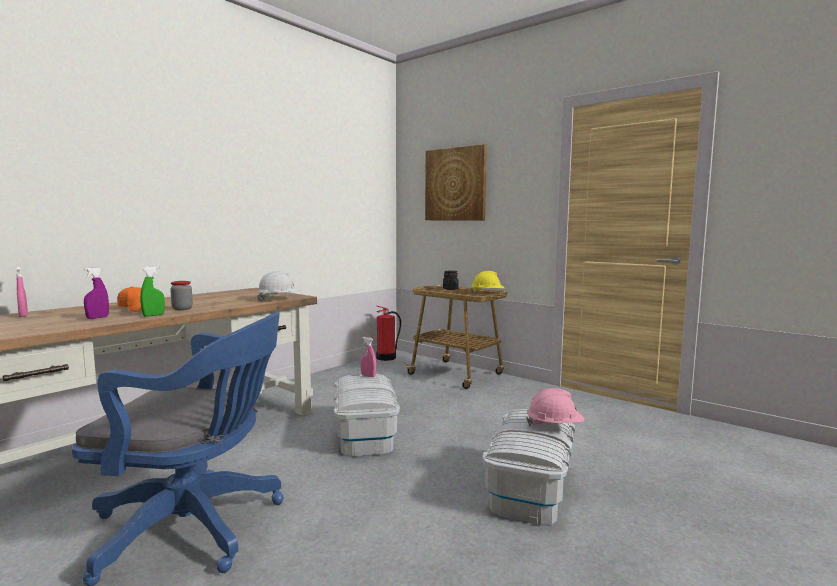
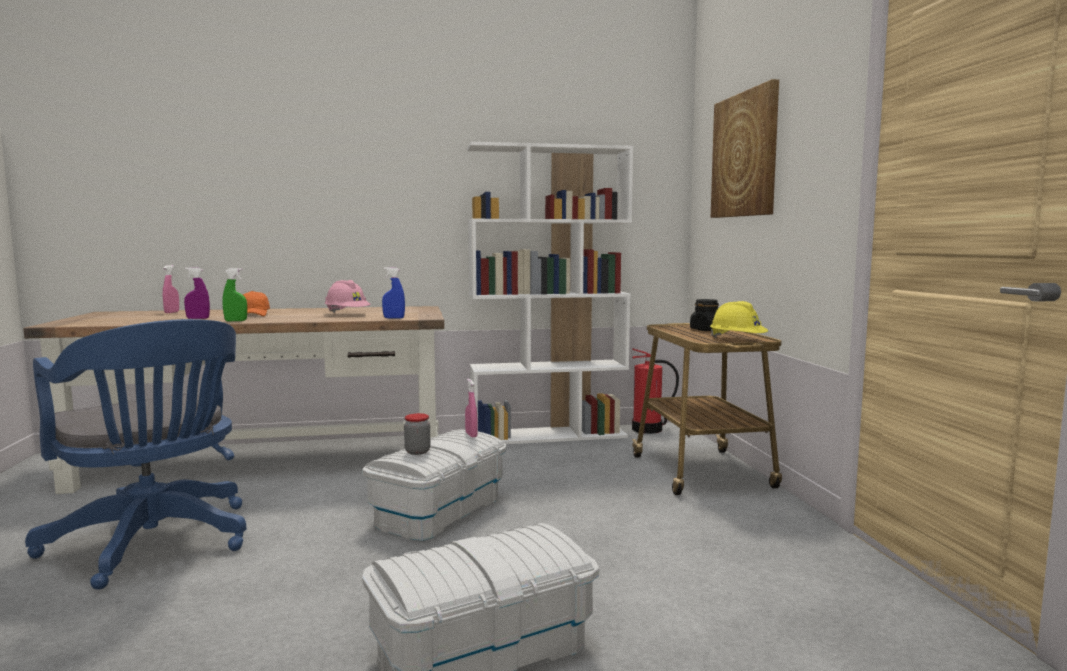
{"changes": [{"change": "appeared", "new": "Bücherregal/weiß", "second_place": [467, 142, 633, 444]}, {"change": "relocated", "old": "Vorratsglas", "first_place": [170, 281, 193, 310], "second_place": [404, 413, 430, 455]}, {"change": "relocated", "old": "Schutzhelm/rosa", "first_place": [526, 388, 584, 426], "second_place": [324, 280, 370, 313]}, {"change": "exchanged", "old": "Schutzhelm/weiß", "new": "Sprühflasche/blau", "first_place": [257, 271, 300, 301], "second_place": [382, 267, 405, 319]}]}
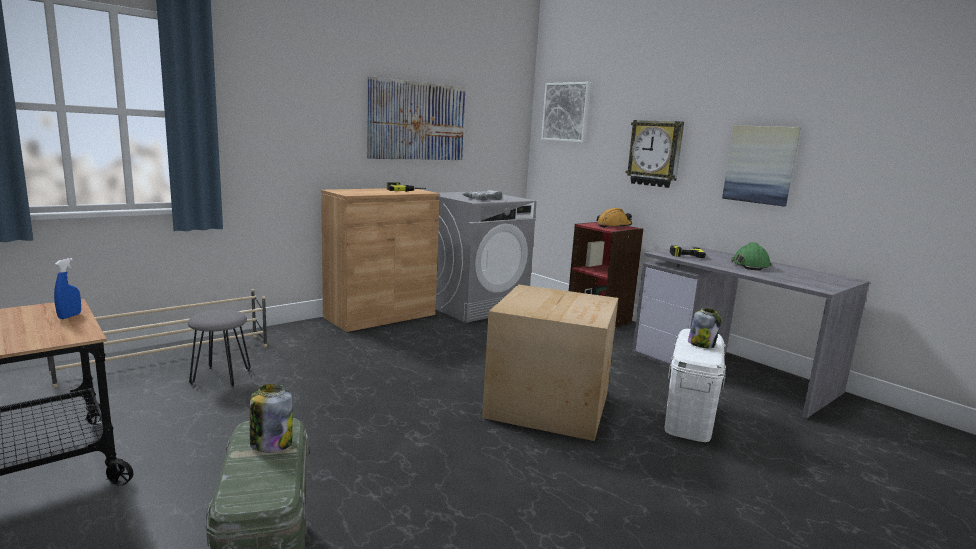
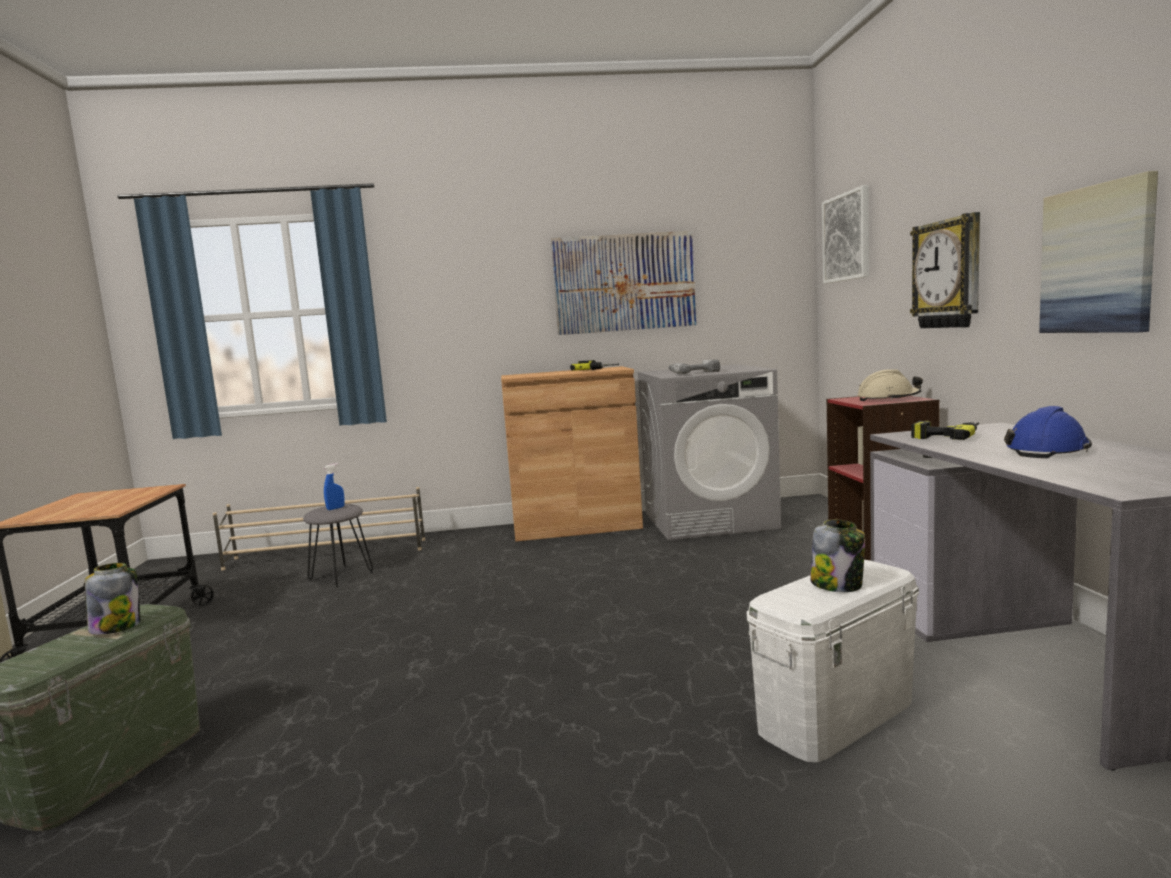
{"changes": [{"change": "missing", "old": "Karton", "first_place": [482, 284, 618, 441]}, {"change": "relocated", "old": "Sprühflasche/blau", "first_place": [54, 258, 81, 319], "second_place": [324, 463, 345, 510]}, {"change": "colour", "old": "Schutzhelm/orange", "new": "Schutzhelm/beige", "first_place": [596, 208, 632, 228], "second_place": [857, 369, 923, 401]}, {"change": "colour", "old": "Schutzhelm/grün", "new": "Schutzhelm/blau", "first_place": [731, 242, 772, 271], "second_place": [1004, 406, 1092, 458]}]}
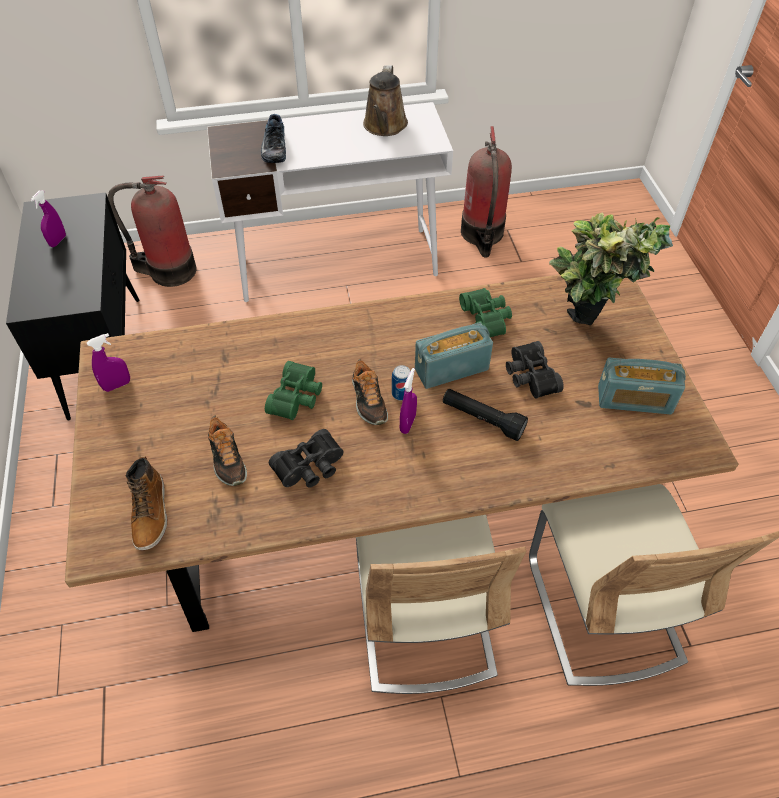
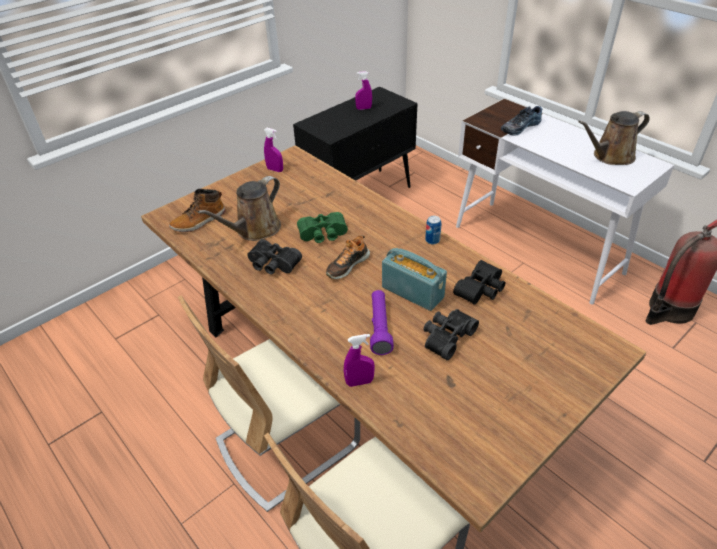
{"changes": [{"change": "missing", "old": "Feuerlöscher", "first_place": [108, 175, 197, 287]}, {"change": "missing", "old": "Topfpflanze", "first_place": [549, 213, 673, 325]}, {"change": "missing", "old": "Radio", "first_place": [598, 358, 686, 414]}, {"change": "relocated", "old": "Dose", "first_place": [392, 365, 410, 401], "second_place": [425, 216, 441, 244]}, {"change": "relocated", "old": "Sprühflasche/lila", "first_place": [400, 368, 417, 434], "second_place": [344, 334, 375, 387]}, {"change": "exchanged", "old": "Schuh", "new": "Gießkanne/braun", "first_place": [208, 416, 247, 486], "second_place": [198, 176, 281, 241]}, {"change": "colour", "old": "Taschenlampe/schwarz", "new": "Taschenlampe/lila", "first_place": [443, 389, 528, 441], "second_place": [370, 290, 394, 355]}, {"change": "colour", "old": "Fernglas/grün", "new": "Fernglas/schwarz", "first_place": [459, 288, 512, 337], "second_place": [453, 260, 505, 305]}]}
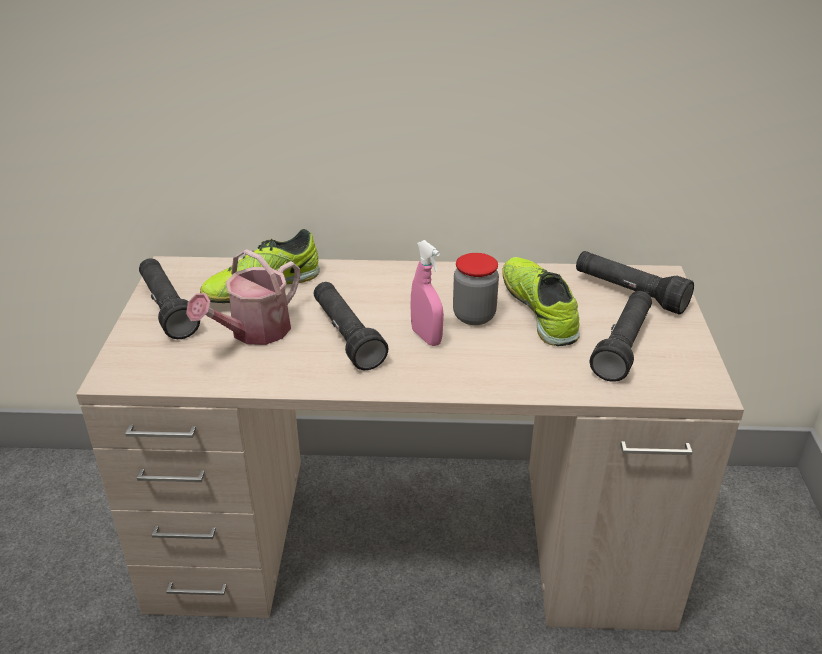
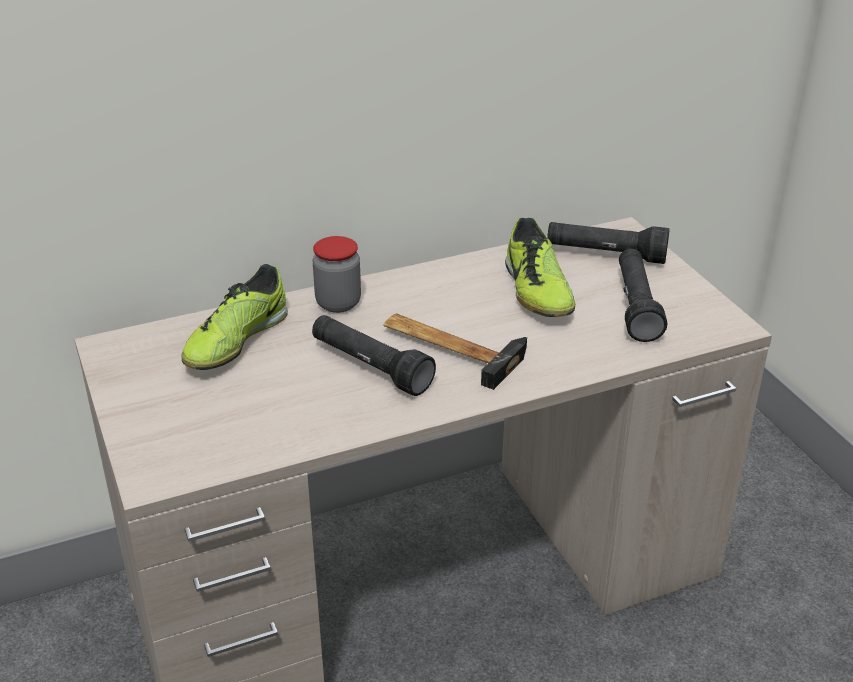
{"changes": [{"change": "missing", "old": "Taschenlampe/schwarz", "first_place": [139, 258, 200, 339]}, {"change": "missing", "old": "Gießkanne", "first_place": [186, 249, 300, 345]}, {"change": "relocated", "old": "Vorratsglas", "first_place": [453, 253, 499, 325], "second_place": [313, 236, 361, 313]}, {"change": "exchanged", "old": "Sprühflasche/rosa", "new": "Hammer", "first_place": [411, 240, 444, 346], "second_place": [383, 313, 527, 390]}, {"change": "spun", "old": "Schuh", "first_place": [502, 257, 580, 346], "second_place": [505, 217, 575, 317], "degrees": -150}]}
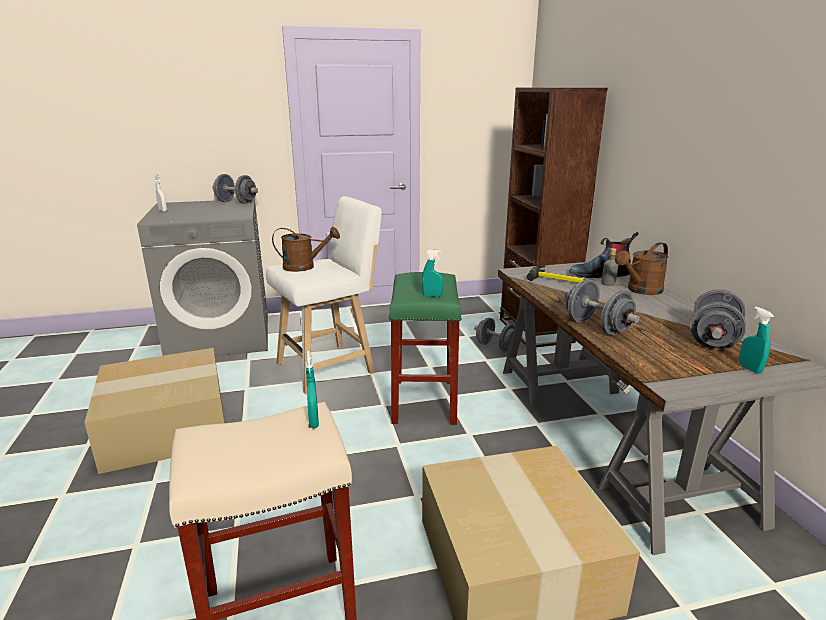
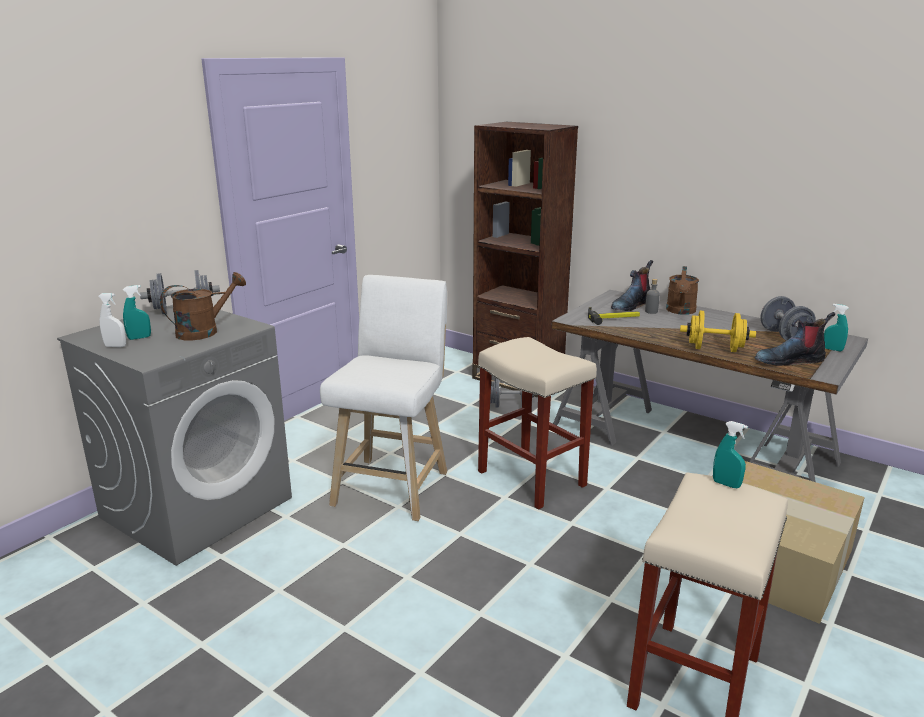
{"changes": [{"change": "missing", "old": "Karton", "first_place": [84, 348, 225, 474]}, {"change": "appeared", "new": "Stiefel", "second_place": [755, 312, 835, 366]}, {"change": "relocated", "old": "Gießkanne/braun", "first_place": [272, 227, 340, 272], "second_place": [160, 272, 246, 340]}, {"change": "relocated", "old": "Sprühflasche/türkis", "first_place": [422, 250, 443, 297], "second_place": [123, 285, 151, 340]}, {"change": "colour", "old": "Hocker/grün", "new": "Hocker/beige", "first_place": [389, 272, 462, 425], "second_place": [478, 337, 597, 509]}, {"change": "colour", "old": "Hantel/grau", "new": "Hantel/gelb", "first_place": [565, 279, 640, 335], "second_place": [680, 311, 756, 352]}]}
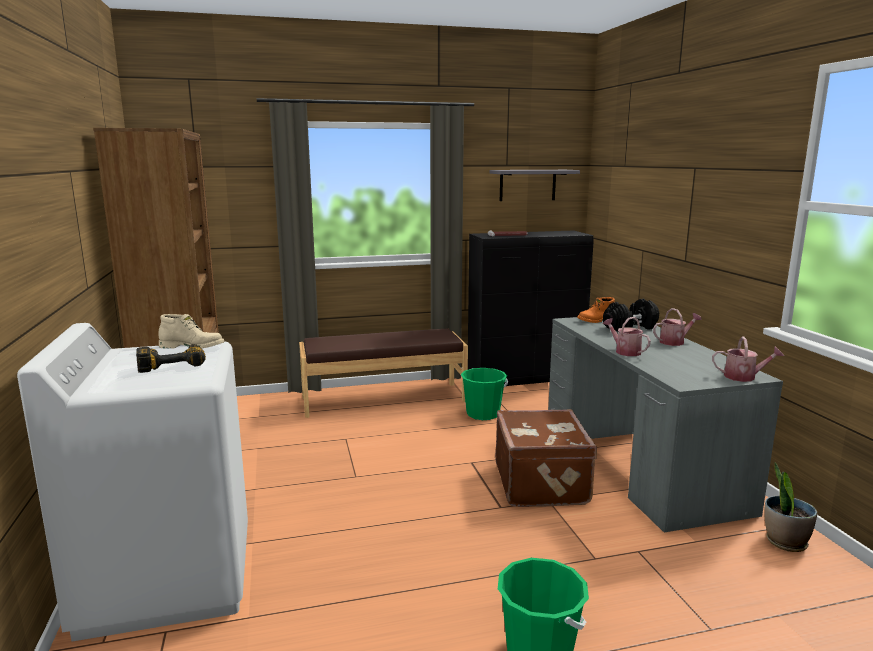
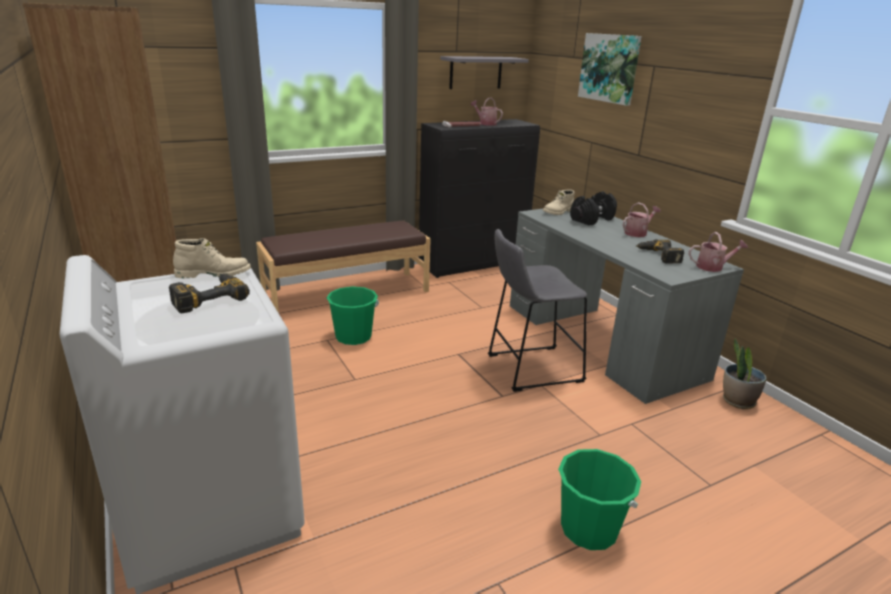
{"changes": [{"change": "appeared", "new": "Bild", "second_place": [578, 33, 642, 106]}, {"change": "appeared", "new": "Bohrmaschine", "second_place": [636, 239, 684, 264]}, {"change": "relocated", "old": "Eimer/grün", "first_place": [461, 368, 508, 420], "second_place": [327, 286, 379, 345]}, {"change": "relocated", "old": "Gießkanne", "first_place": [603, 317, 651, 356], "second_place": [470, 98, 503, 126]}, {"change": "exchanged", "old": "Koffer/braun", "new": "Hocker/grau", "first_place": [495, 409, 597, 507], "second_place": [488, 229, 587, 392]}, {"change": "colour", "old": "Stiefel/orange", "new": "Stiefel/beige", "first_place": [577, 297, 615, 323], "second_place": [543, 189, 575, 215]}]}
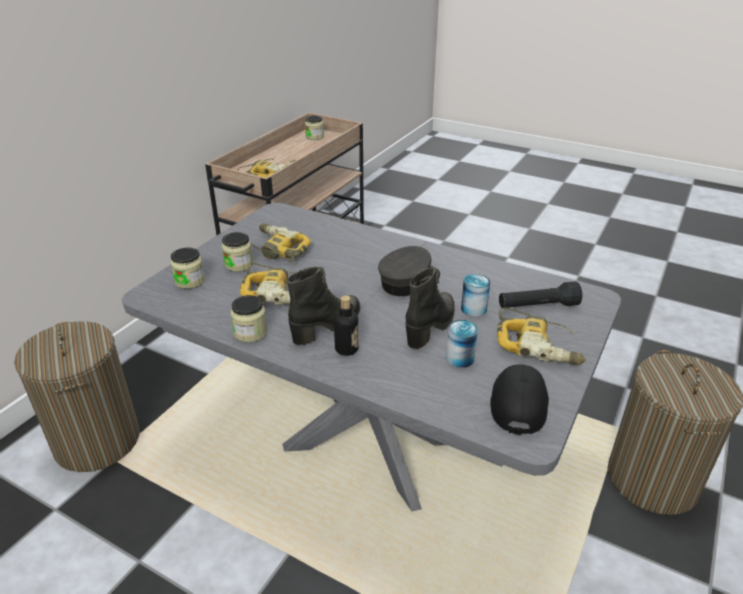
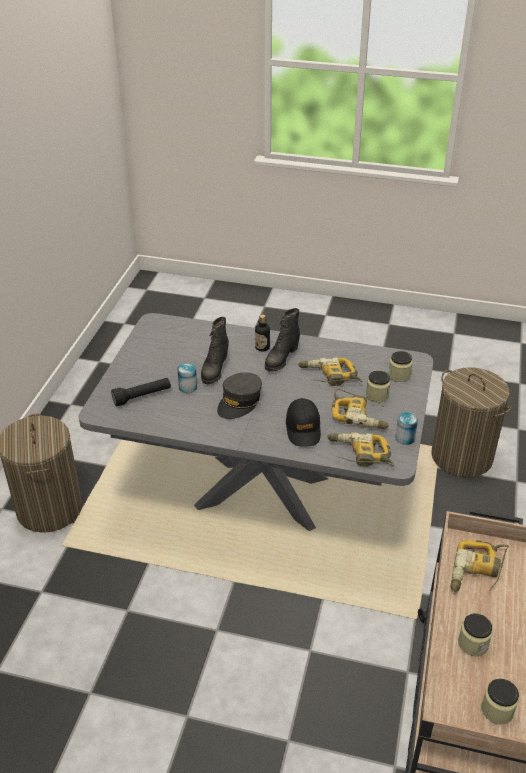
{"changes": [{"change": "relocated", "old": "Vorratsglas", "first_place": [231, 295, 268, 342], "second_place": [458, 613, 493, 656]}, {"change": "relocated", "old": "Dose", "first_place": [446, 320, 478, 368], "second_place": [395, 412, 418, 445]}, {"change": "relocated", "old": "Kappe/schwarz", "first_place": [490, 364, 549, 435], "second_place": [286, 398, 321, 447]}, {"change": "relocated", "old": "Bohrmaschine", "first_place": [497, 307, 586, 365], "second_place": [327, 432, 394, 467]}]}
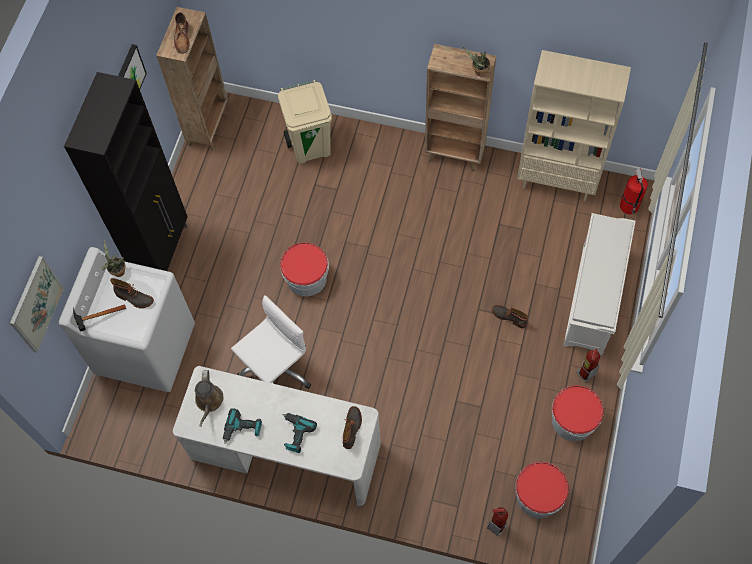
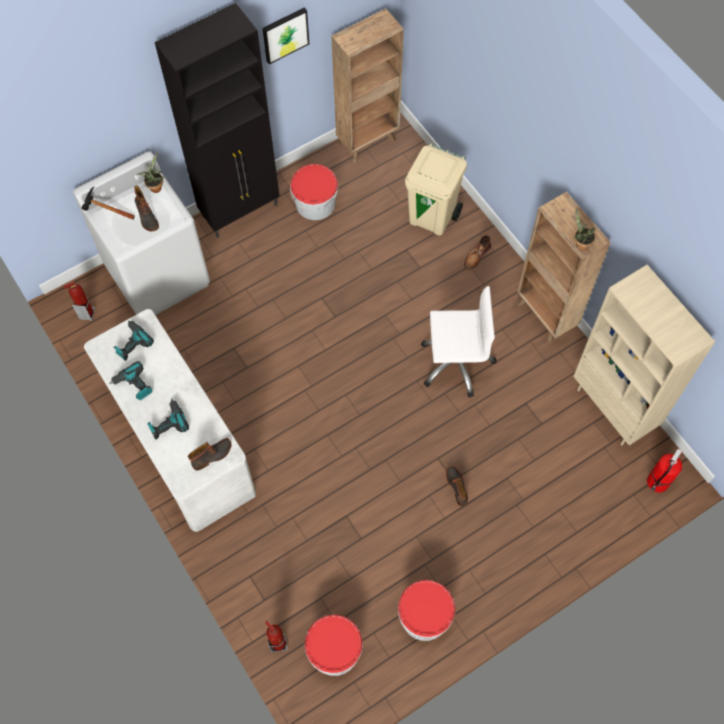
{"changes": [{"change": "missing", "old": "Bild", "first_place": [10, 256, 64, 352]}, {"change": "missing", "old": "Schuhregal/weiß", "first_place": [563, 213, 635, 355]}, {"change": "relocated", "old": "Stiefel/braun", "first_place": [174, 12, 190, 54], "second_place": [464, 235, 491, 270]}, {"change": "relocated", "old": "Bürostuhl/weiß", "first_place": [231, 295, 311, 389], "second_place": [421, 286, 496, 398]}, {"change": "relocated", "old": "Eimer", "first_place": [280, 242, 329, 296], "second_place": [290, 164, 338, 220]}, {"change": "relocated", "old": "Feuerlöscher", "first_place": [577, 348, 600, 383], "second_place": [63, 282, 95, 321]}, {"change": "exchanged", "old": "Gießkanne/braun", "new": "Bohrmaschine", "first_place": [195, 370, 224, 427], "second_place": [113, 320, 154, 361]}]}
